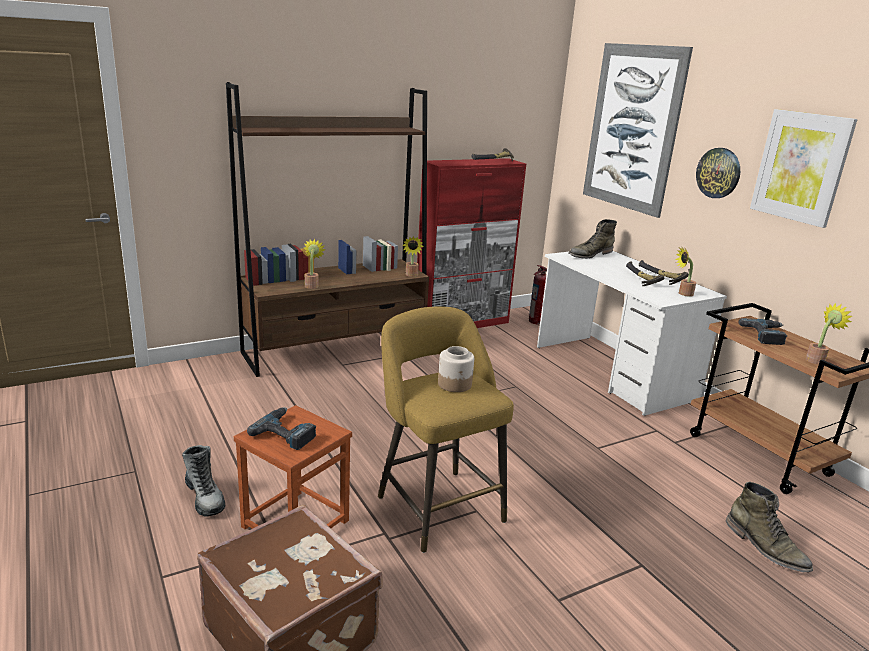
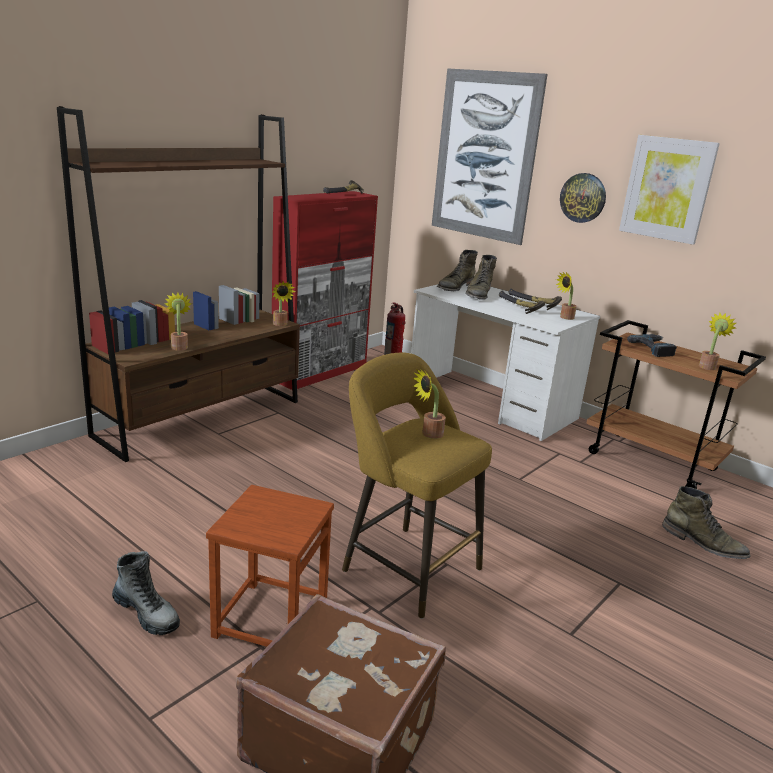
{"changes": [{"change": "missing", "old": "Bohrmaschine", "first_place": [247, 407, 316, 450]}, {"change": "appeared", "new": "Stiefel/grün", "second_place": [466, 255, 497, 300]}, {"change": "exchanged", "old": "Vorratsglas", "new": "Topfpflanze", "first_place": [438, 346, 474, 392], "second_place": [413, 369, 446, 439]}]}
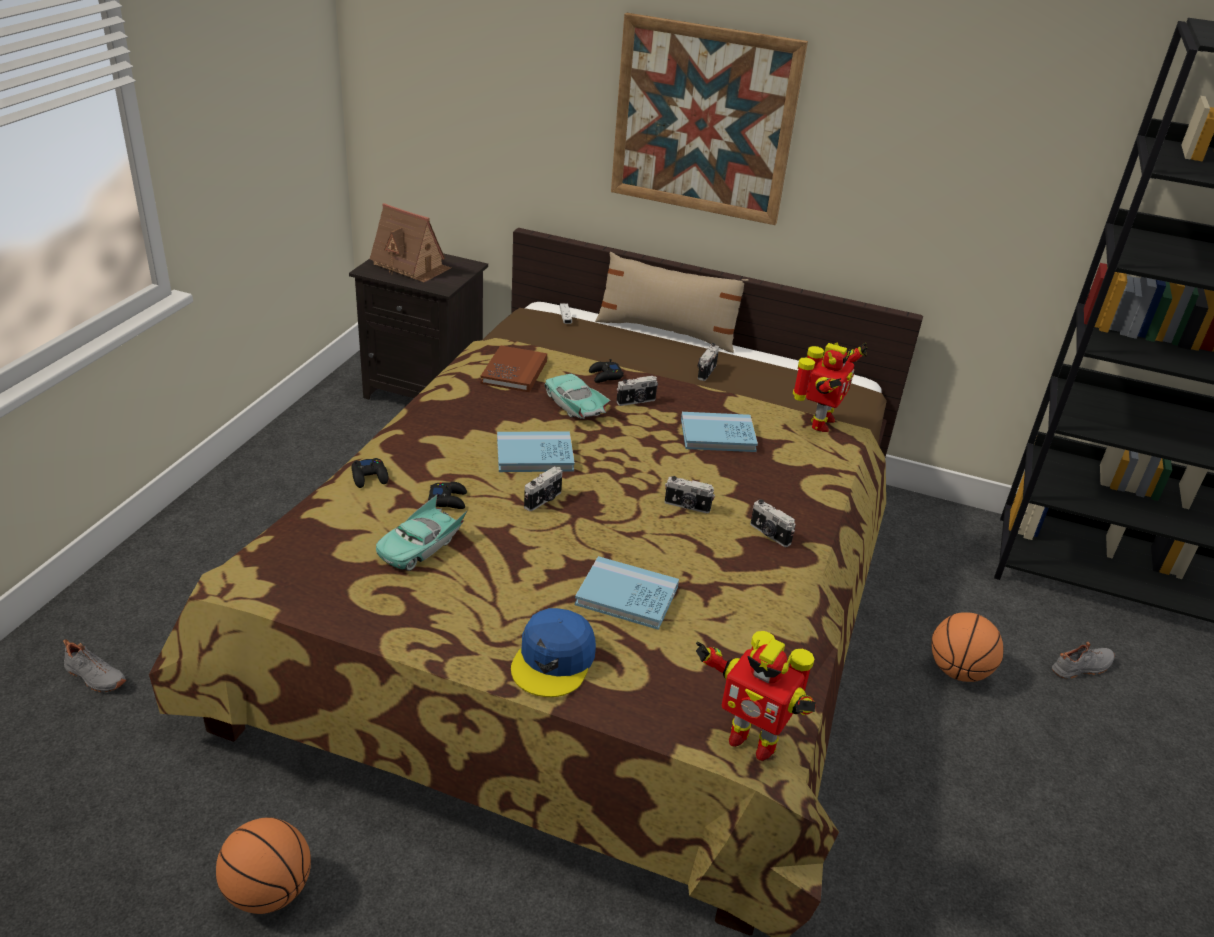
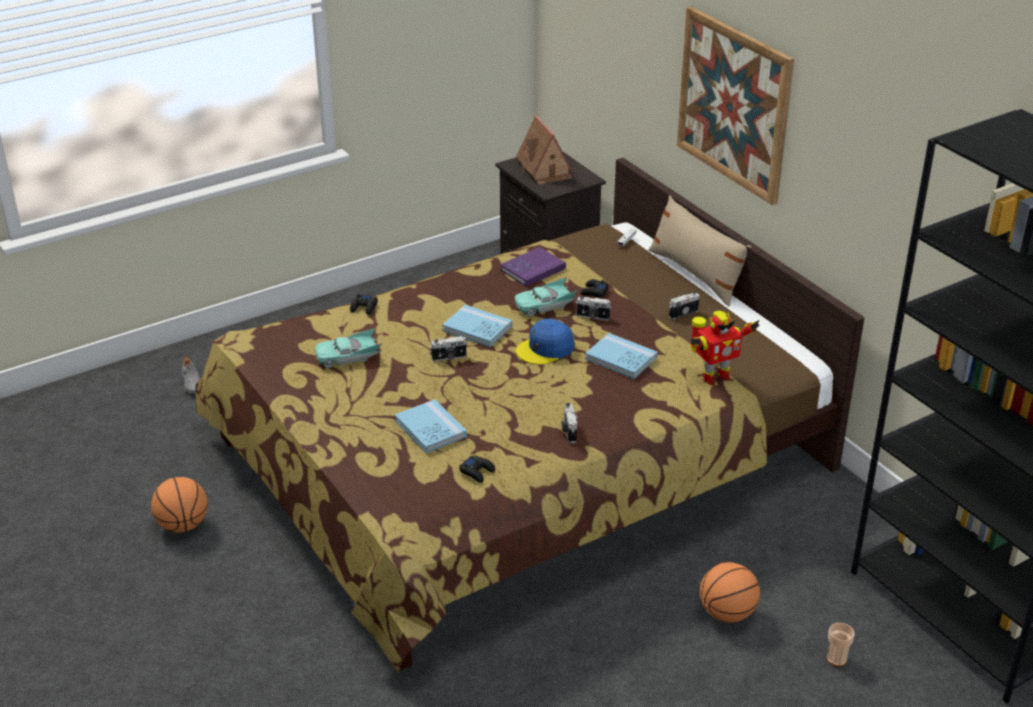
{"changes": [{"change": "missing", "old": "Kamera", "first_place": [665, 476, 715, 513]}, {"change": "missing", "old": "Spielzeugroboter", "first_place": [696, 631, 815, 761]}, {"change": "relocated", "old": "Gamepad/schwarz", "first_place": [428, 482, 467, 509], "second_place": [459, 456, 495, 482]}, {"change": "relocated", "old": "Kappe/blau", "first_place": [511, 608, 596, 697], "second_place": [516, 319, 574, 365]}, {"change": "exchanged", "old": "Schuh/grau", "new": "Tasse", "first_place": [1052, 642, 1115, 679], "second_place": [827, 623, 855, 666]}, {"change": "colour", "old": "Buch/braun", "new": "Buch/lila", "first_place": [480, 345, 547, 392], "second_place": [500, 247, 566, 287]}, {"change": "spun", "old": "Spielzeugauto/türkis", "first_place": [545, 374, 611, 419], "second_place": [514, 277, 578, 317], "degrees": -120}]}
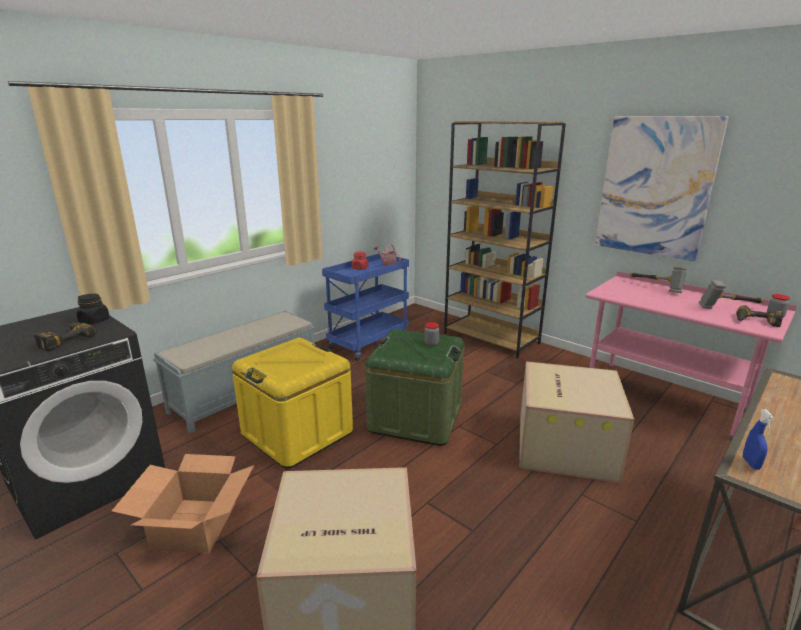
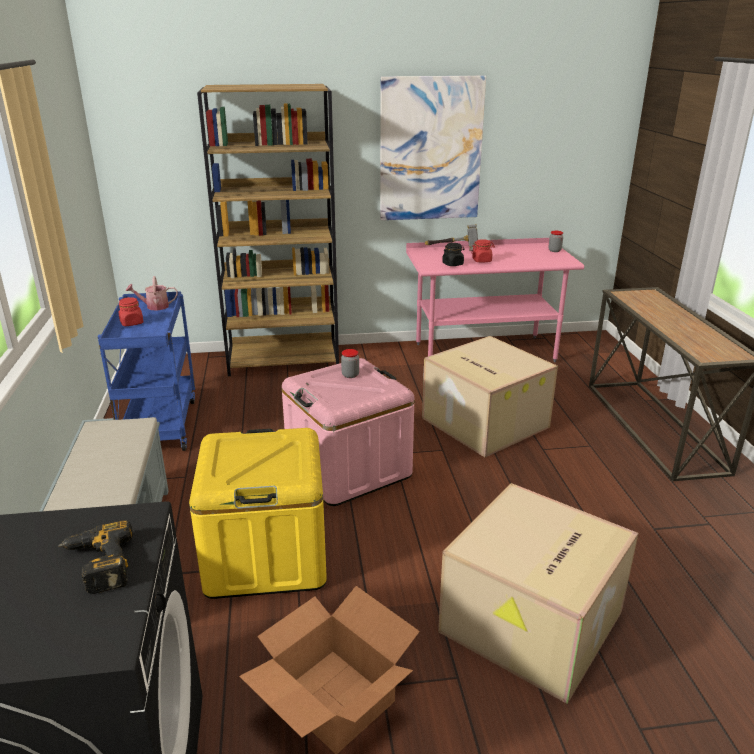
{"changes": [{"change": "missing", "old": "Hammer", "first_place": [699, 280, 764, 309]}, {"change": "missing", "old": "Bohrmaschine", "first_place": [736, 305, 784, 327]}, {"change": "missing", "old": "Sprühflasche/blau", "first_place": [743, 409, 775, 470]}, {"change": "appeared", "new": "Vorratsglas/rot", "second_place": [471, 239, 495, 263]}, {"change": "relocated", "old": "Vorratsglas/schwarz", "first_place": [77, 294, 110, 324], "second_place": [442, 243, 464, 266]}, {"change": "colour", "old": "Aufbewahrungsbox/grün", "new": "Aufbewahrungsbox/rosa", "first_place": [365, 329, 464, 446], "second_place": [282, 358, 415, 506]}]}
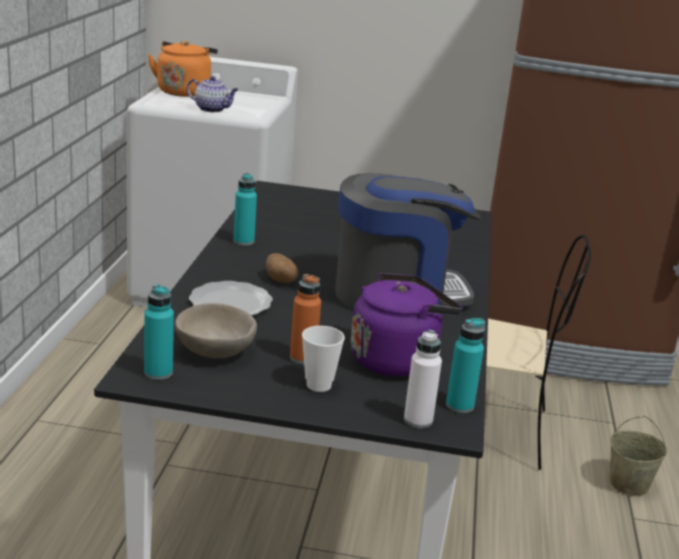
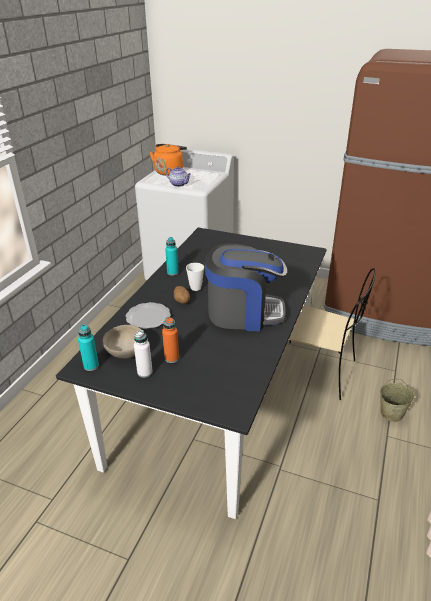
{"changes": [{"change": "missing", "old": "Wasserkessel/lila", "first_place": [350, 273, 462, 376]}, {"change": "missing", "old": "Flasche/türkis", "first_place": [446, 318, 485, 413]}, {"change": "relocated", "old": "Tasse", "first_place": [302, 326, 345, 392], "second_place": [186, 263, 204, 291]}, {"change": "relocated", "old": "Flasche/weiß", "first_place": [404, 330, 442, 428], "second_place": [134, 330, 153, 378]}]}
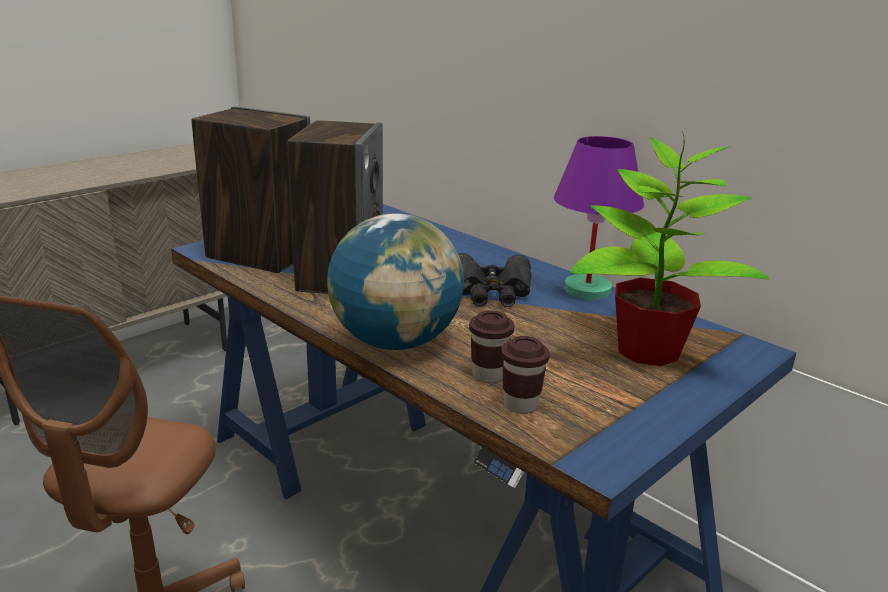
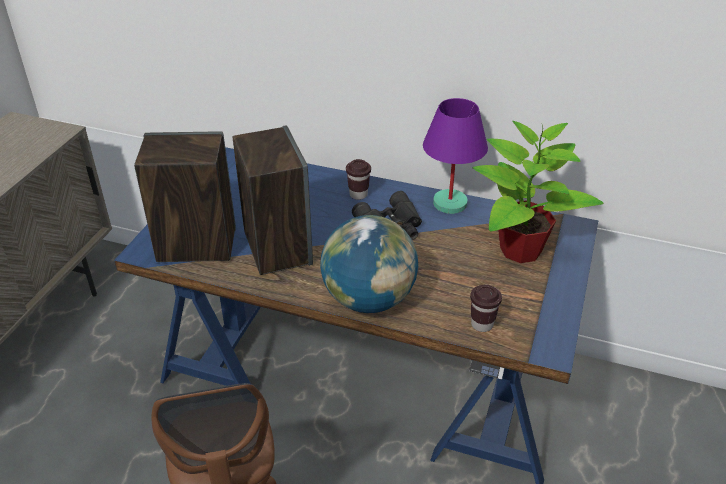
{"changes": [{"change": "relocated", "old": "Tasse/braun", "first_place": [469, 310, 515, 383], "second_place": [346, 159, 371, 200]}]}
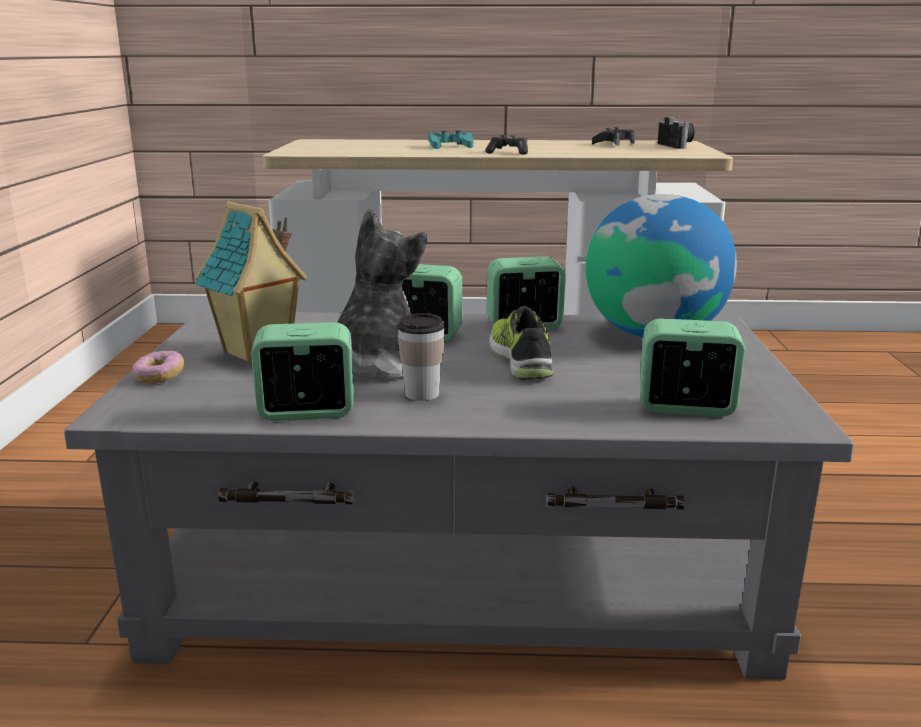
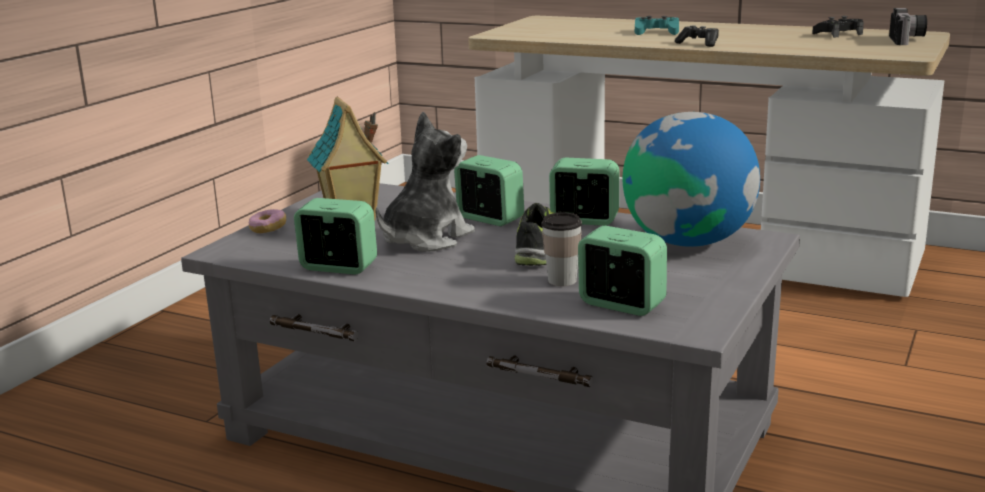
{"changes": [{"change": "relocated", "old": "Tasse", "first_place": [397, 313, 445, 401], "second_place": [542, 213, 582, 286]}]}
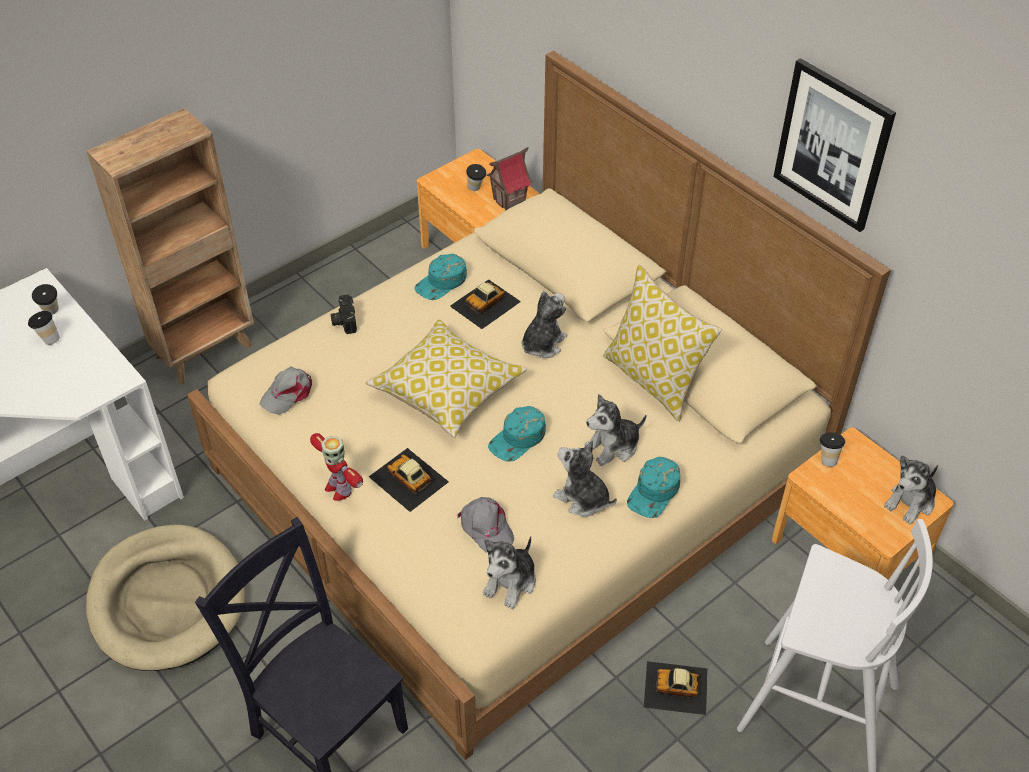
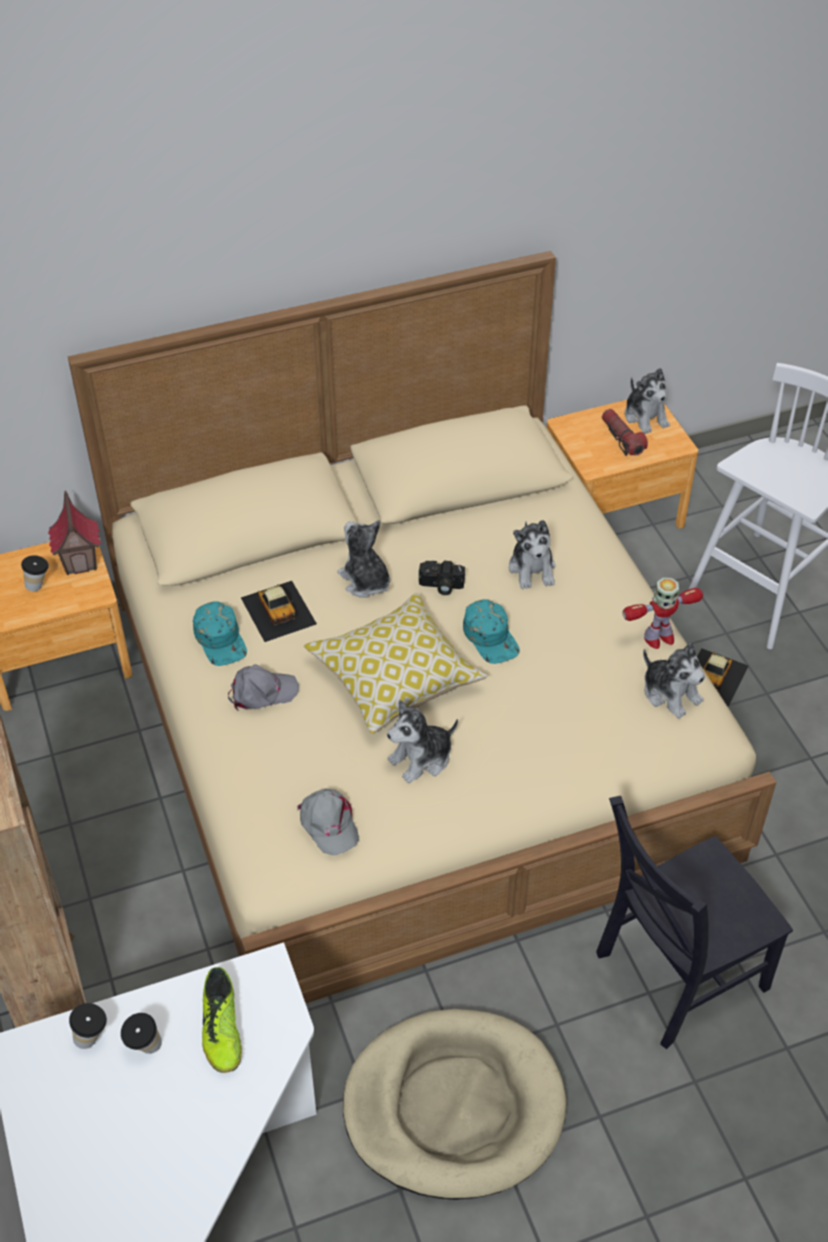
{"changes": [{"change": "missing", "old": "Spielzeugauto", "first_place": [369, 448, 449, 512]}, {"change": "missing", "old": "Kissen", "first_place": [603, 264, 722, 422]}, {"change": "missing", "old": "Kappe/türkis", "first_place": [627, 457, 680, 518]}, {"change": "missing", "old": "Bild", "first_place": [773, 58, 896, 232]}, {"change": "missing", "old": "Tasse", "first_place": [820, 432, 845, 467]}, {"change": "appeared", "new": "Schuh", "second_place": [202, 967, 242, 1073]}, {"change": "appeared", "new": "Taschenlampe", "second_place": [602, 409, 648, 456]}, {"change": "relocated", "old": "Spielzeugroboter", "first_place": [310, 433, 363, 501], "second_place": [622, 577, 703, 649]}, {"change": "relocated", "old": "Kamera", "first_place": [330, 295, 357, 334], "second_place": [419, 561, 465, 595]}, {"change": "relocated", "old": "Kappe/grau", "first_place": [457, 497, 514, 553], "second_place": [228, 664, 299, 711]}, {"change": "relocated", "old": "Plüschtier", "first_place": [553, 440, 617, 517], "second_place": [387, 700, 458, 784]}]}
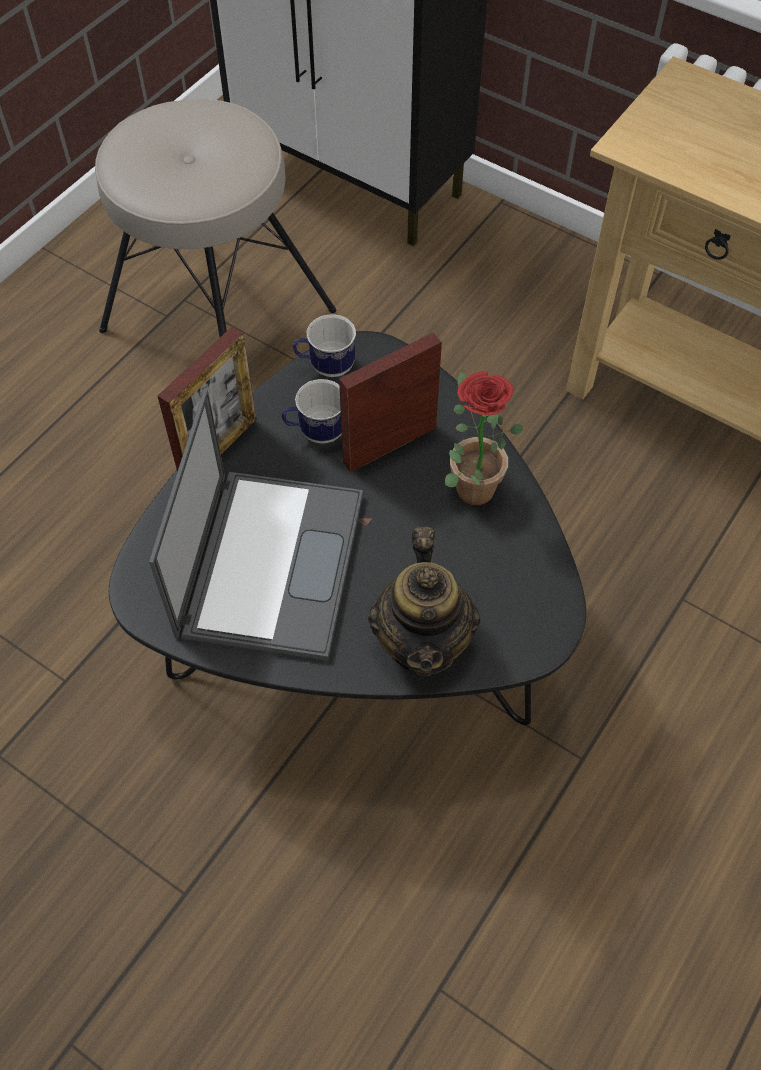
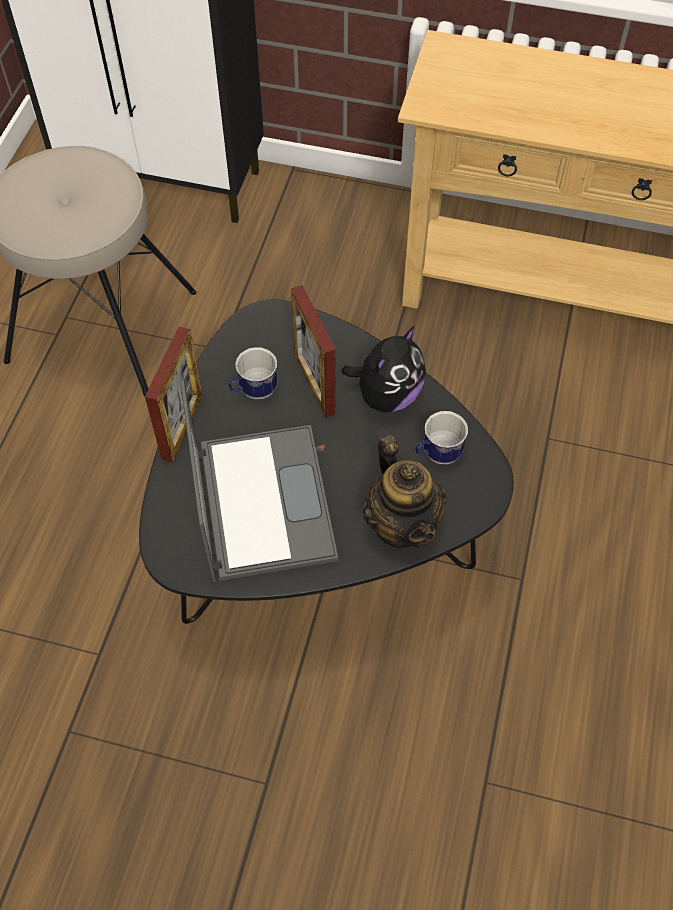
{"changes": [{"change": "relocated", "old": "Henkelbecher", "first_place": [293, 314, 356, 377], "second_place": [416, 411, 468, 464]}, {"change": "exchanged", "old": "Topfpflanze", "new": "Plüschtier", "first_place": [445, 371, 524, 505], "second_place": [342, 326, 426, 413]}, {"change": "spun", "old": "Bilderrahmen", "first_place": [339, 333, 442, 473], "second_place": [291, 285, 336, 418], "degrees": -60}]}
